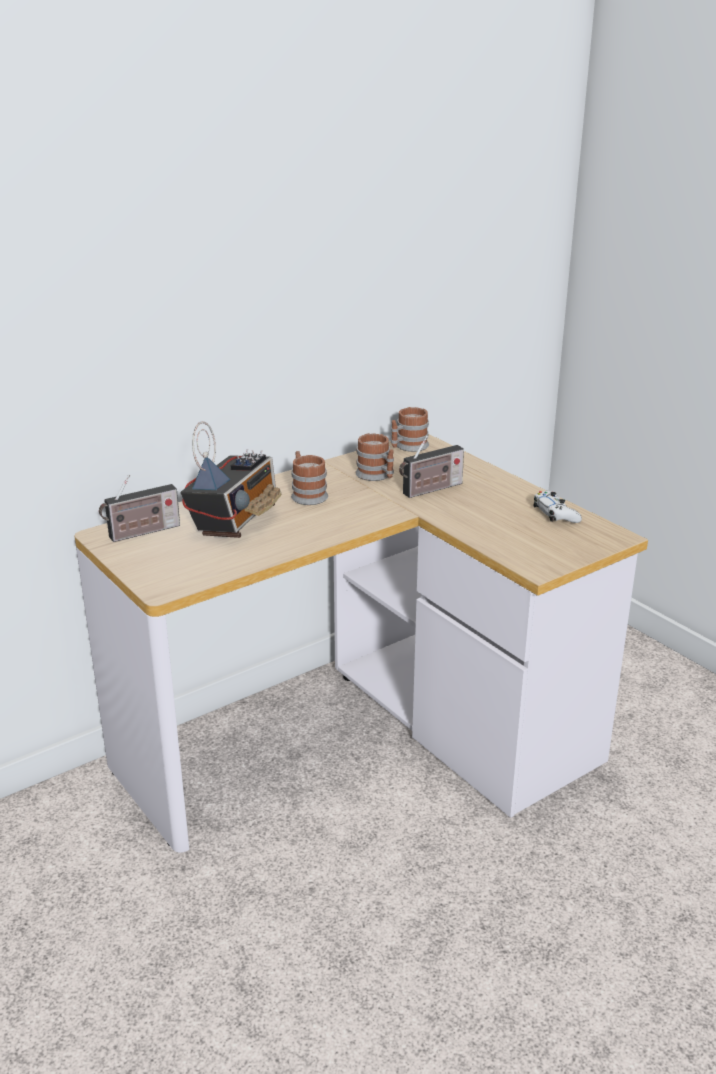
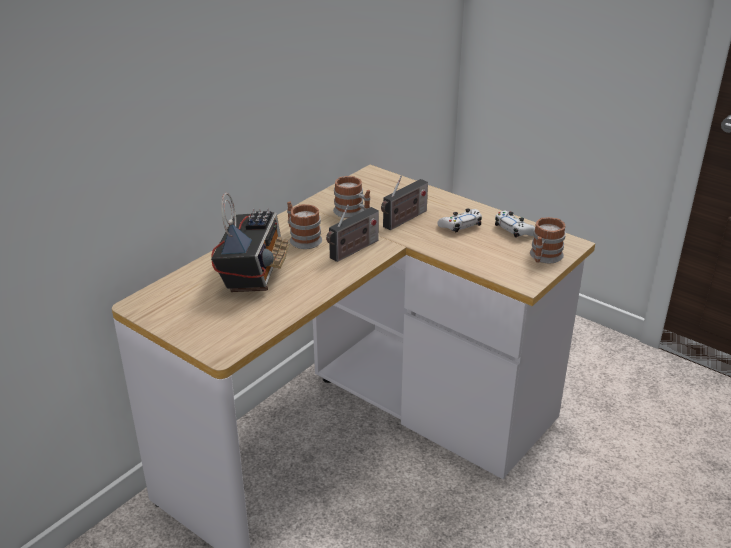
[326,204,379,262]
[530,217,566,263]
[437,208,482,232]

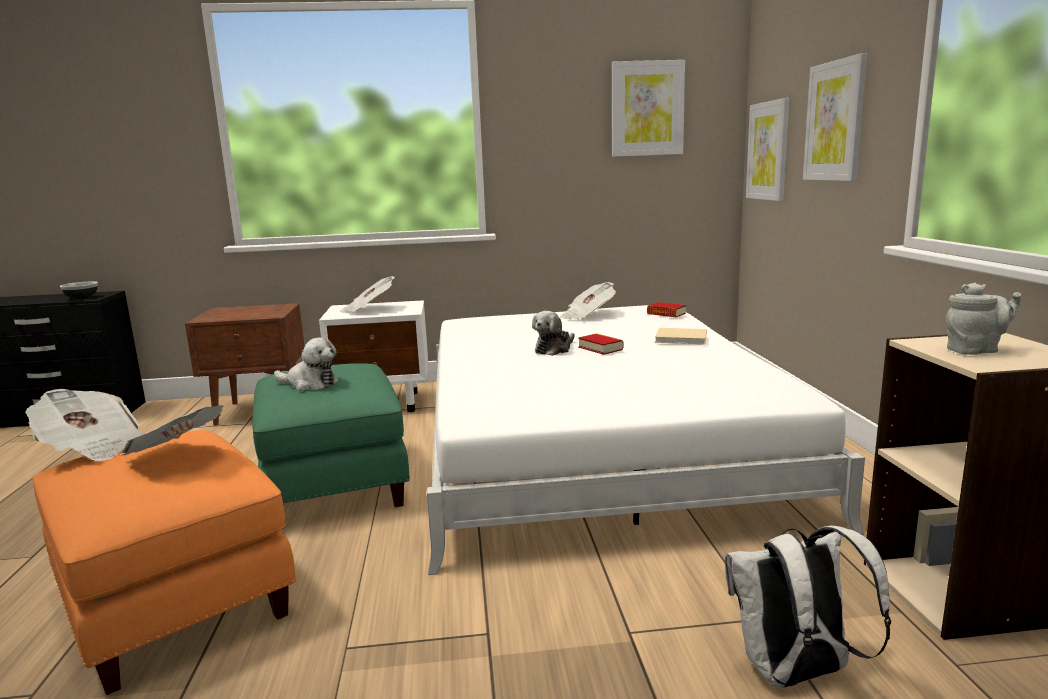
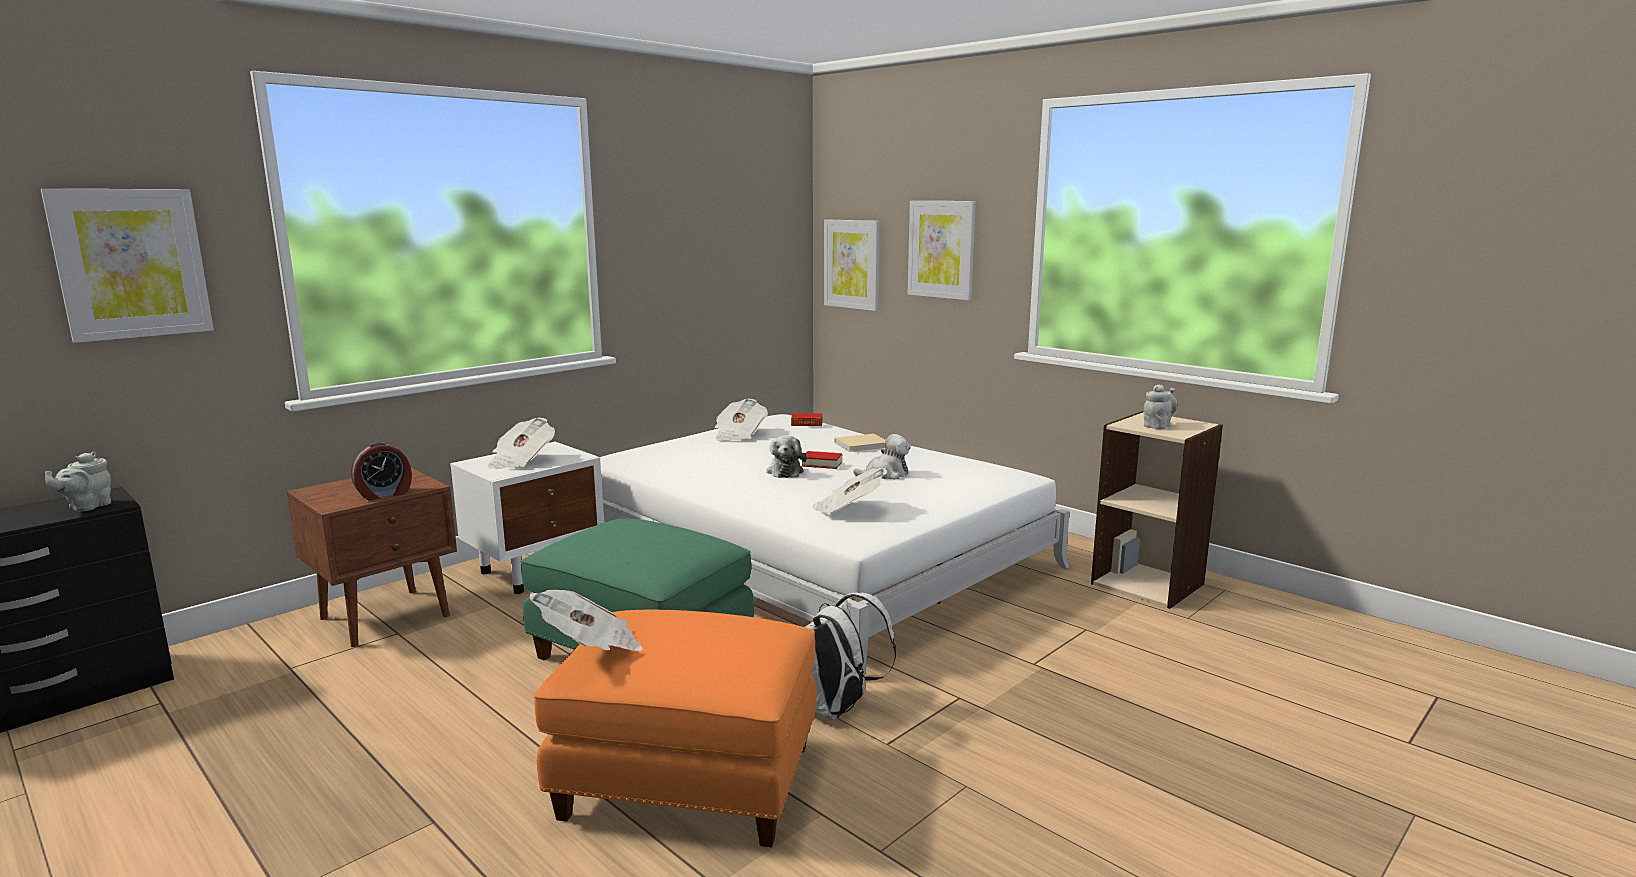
[45,451,111,512]
[812,468,887,515]
[853,434,911,480]
[41,189,214,343]
[805,593,896,720]
[351,442,412,501]

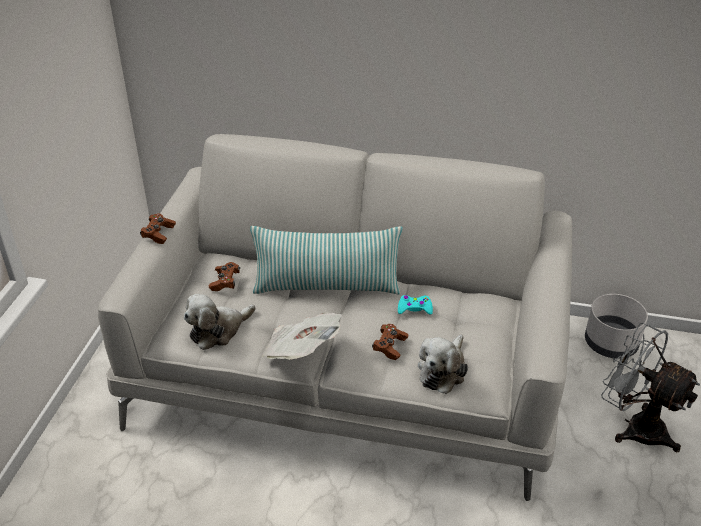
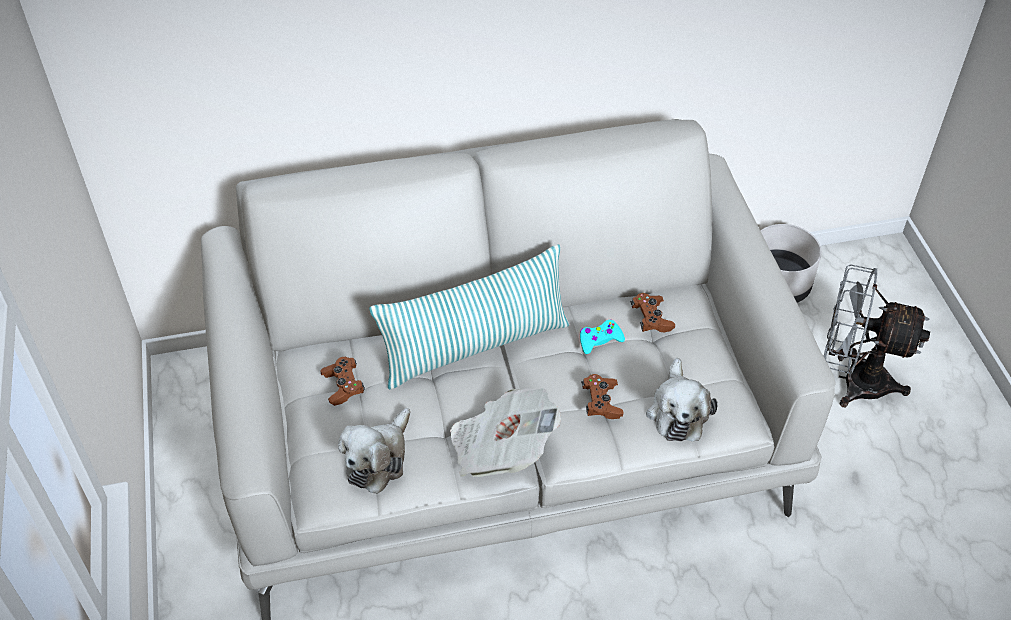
[631,293,675,333]

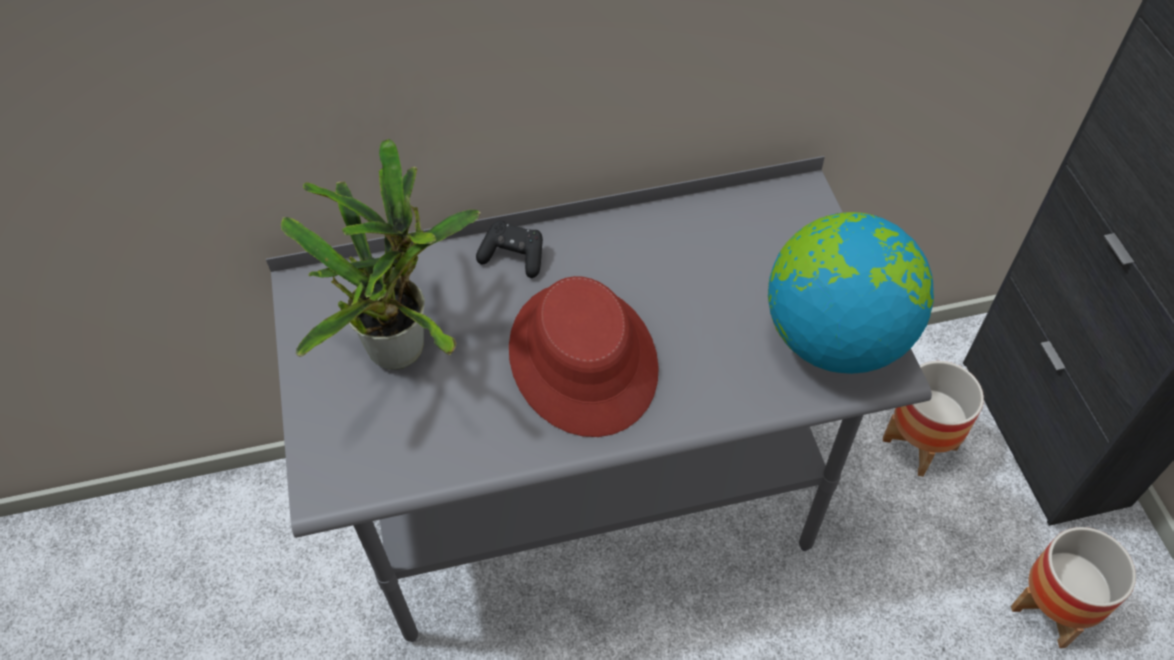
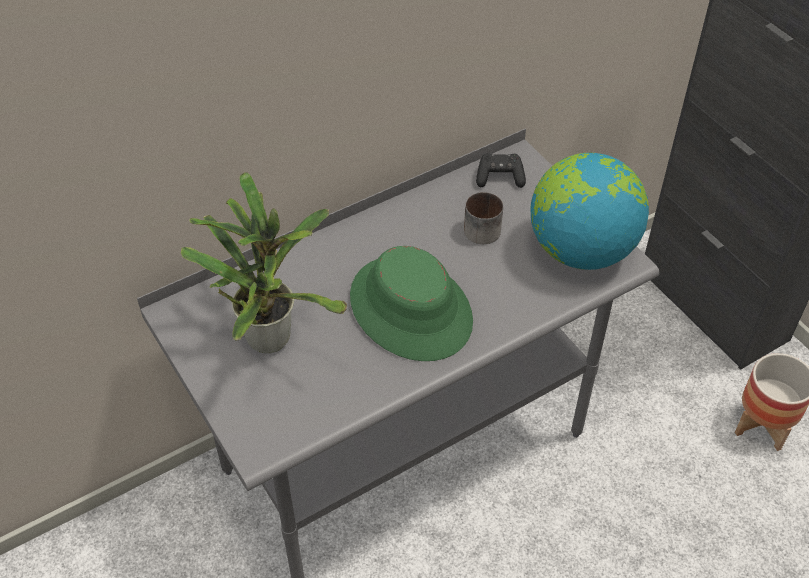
[476,153,526,188]
[350,246,473,361]
[883,361,984,476] (first image)
[464,192,503,244]

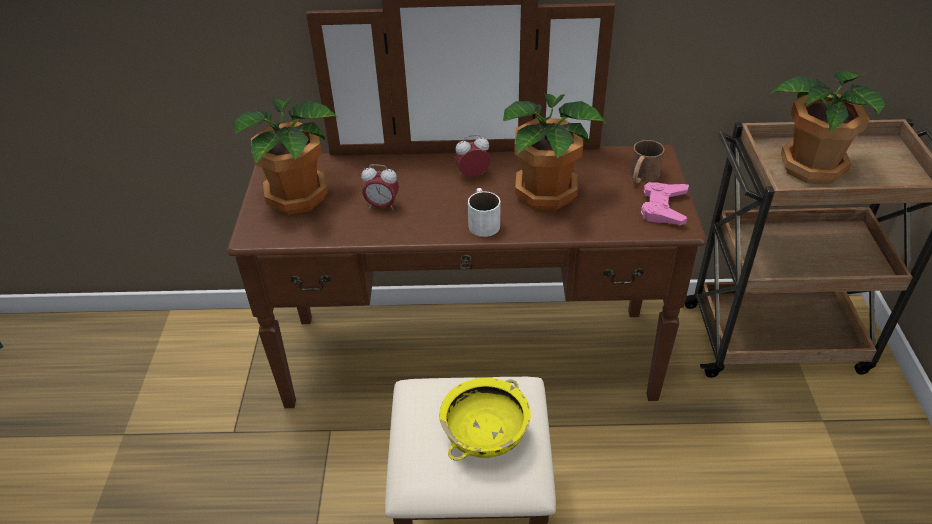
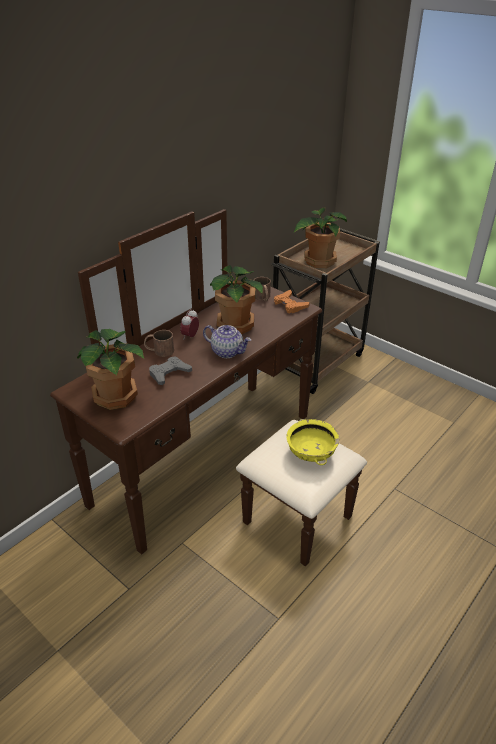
[149,356,192,385]
[203,325,251,358]
[274,290,310,314]
[144,330,174,357]

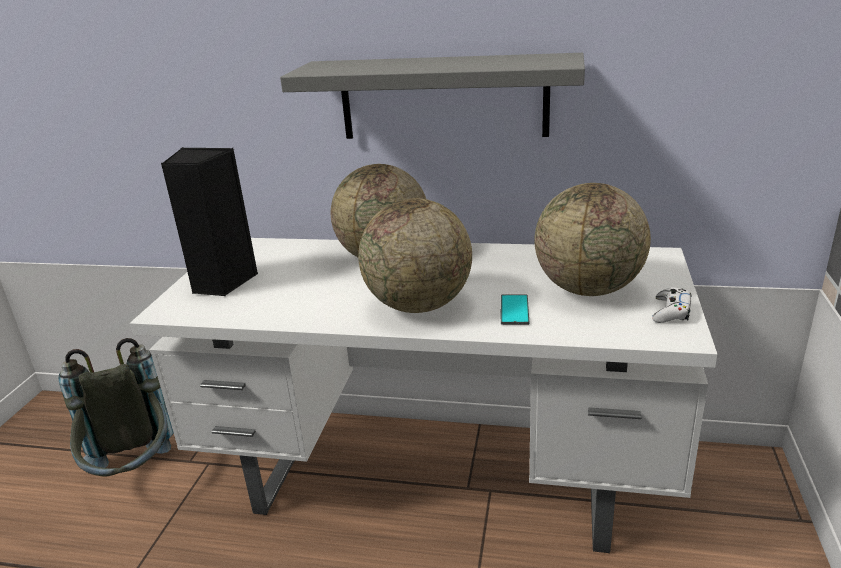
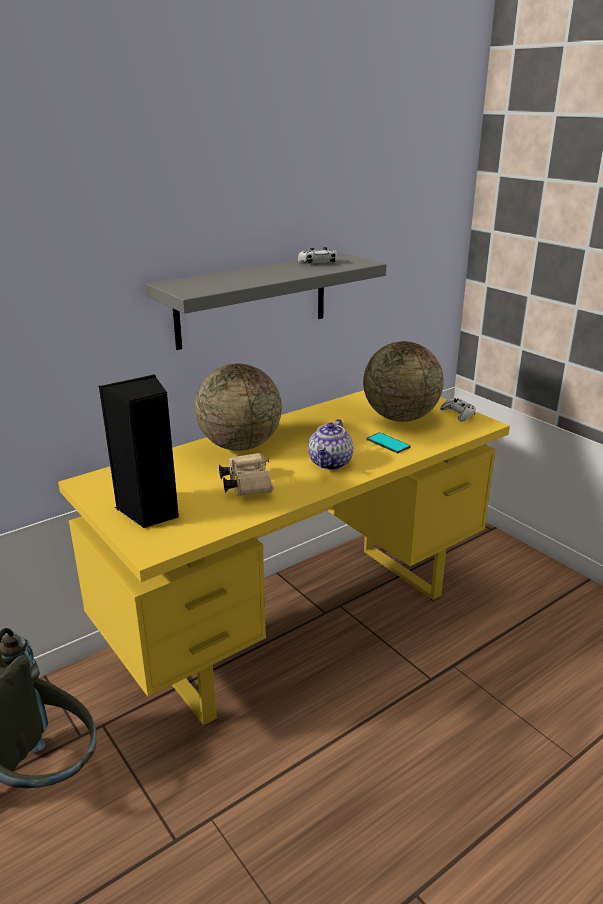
[58,390,510,726]
[308,419,353,470]
[219,453,274,496]
[298,247,337,264]

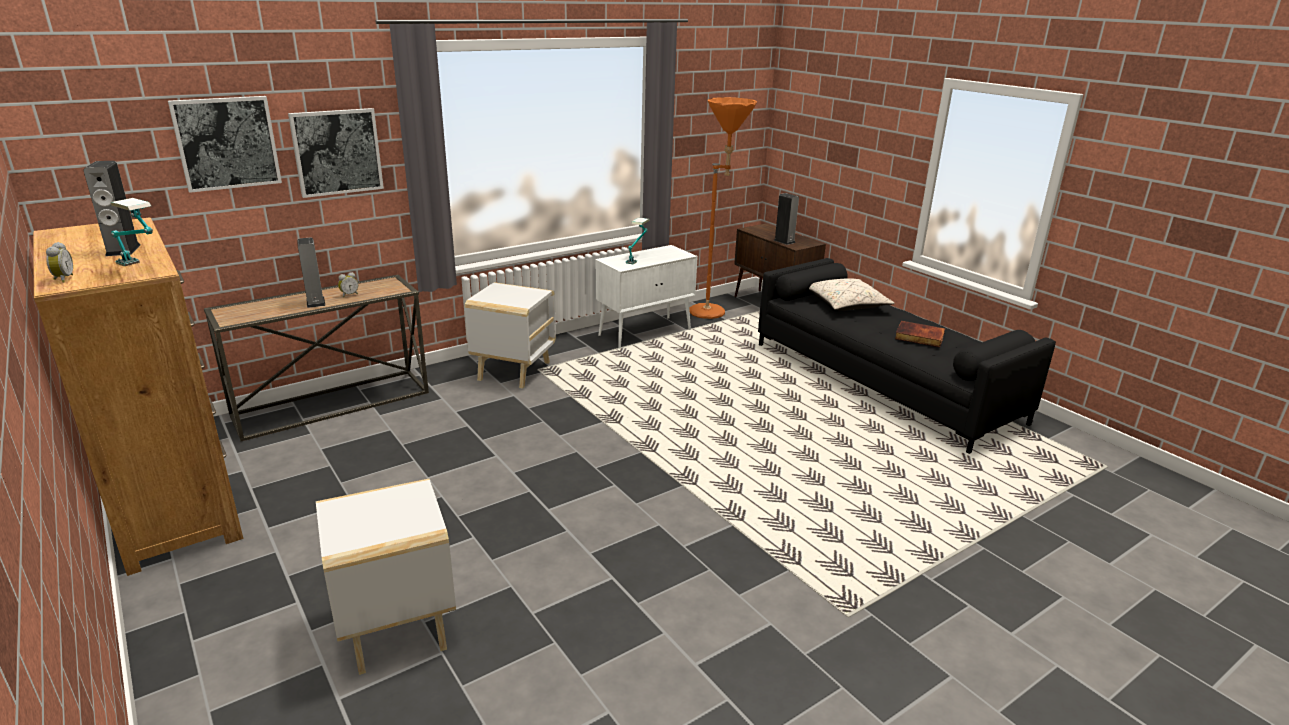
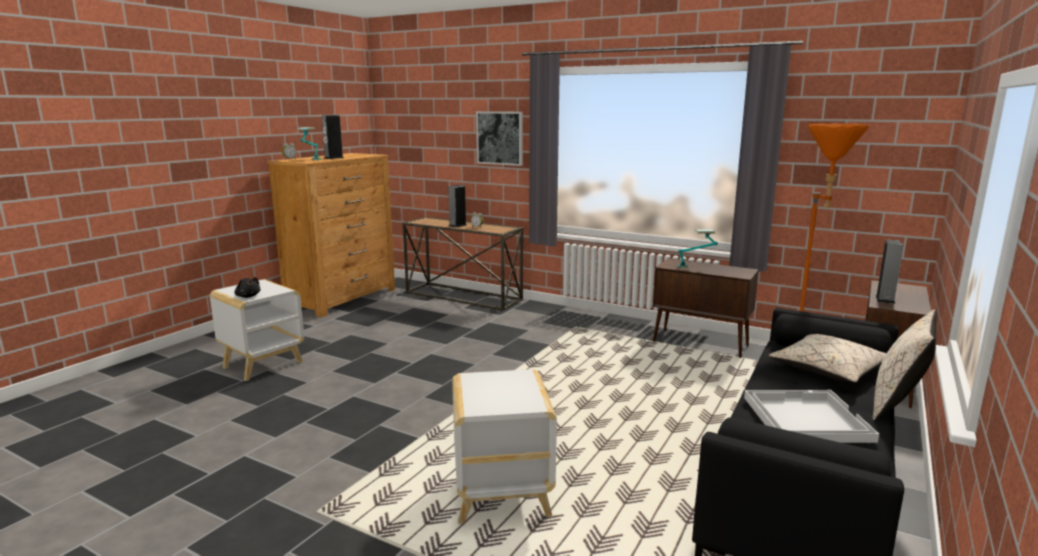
[168,96,282,193] (first image)
[452,369,557,524]
[653,259,759,358]
[744,390,879,443]
[235,277,260,298]
[873,310,937,421]

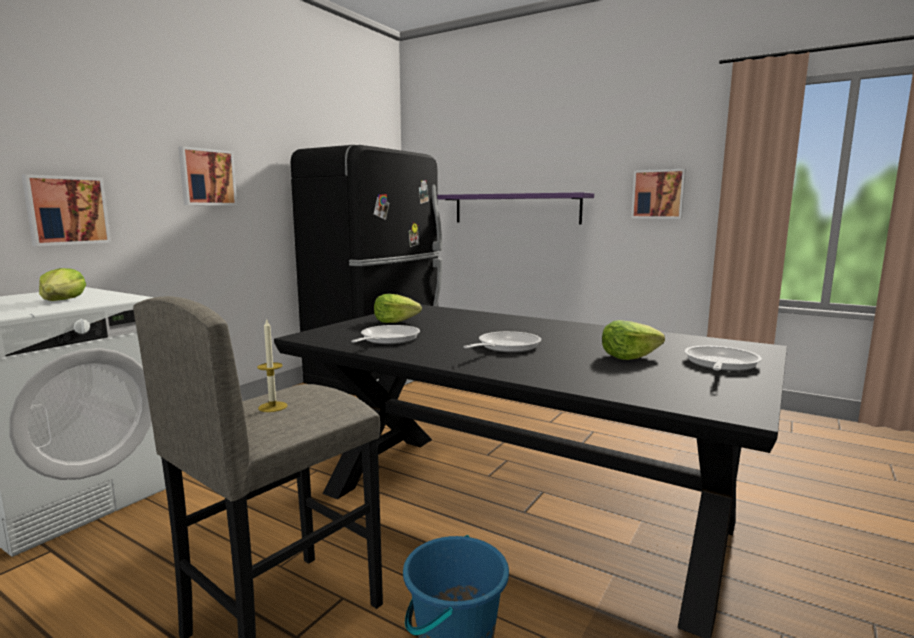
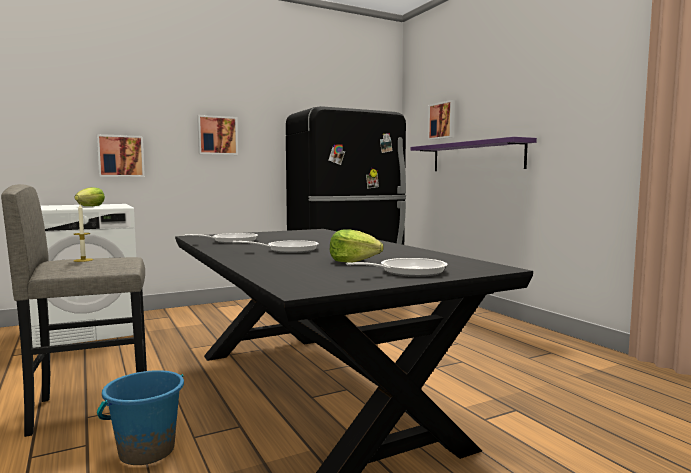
[374,294,422,323] (first image)
[428,100,455,140]

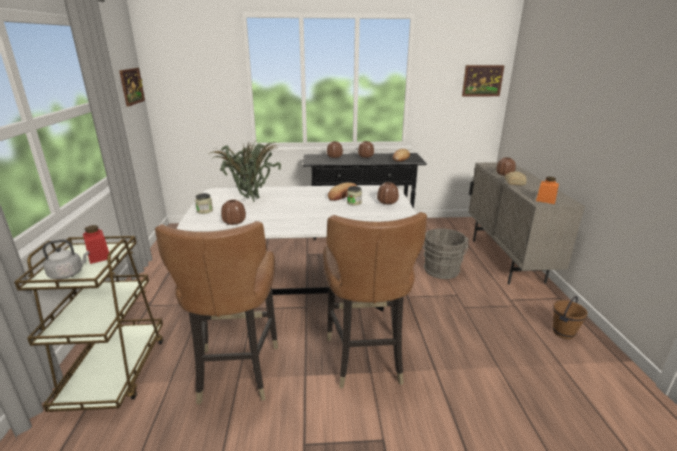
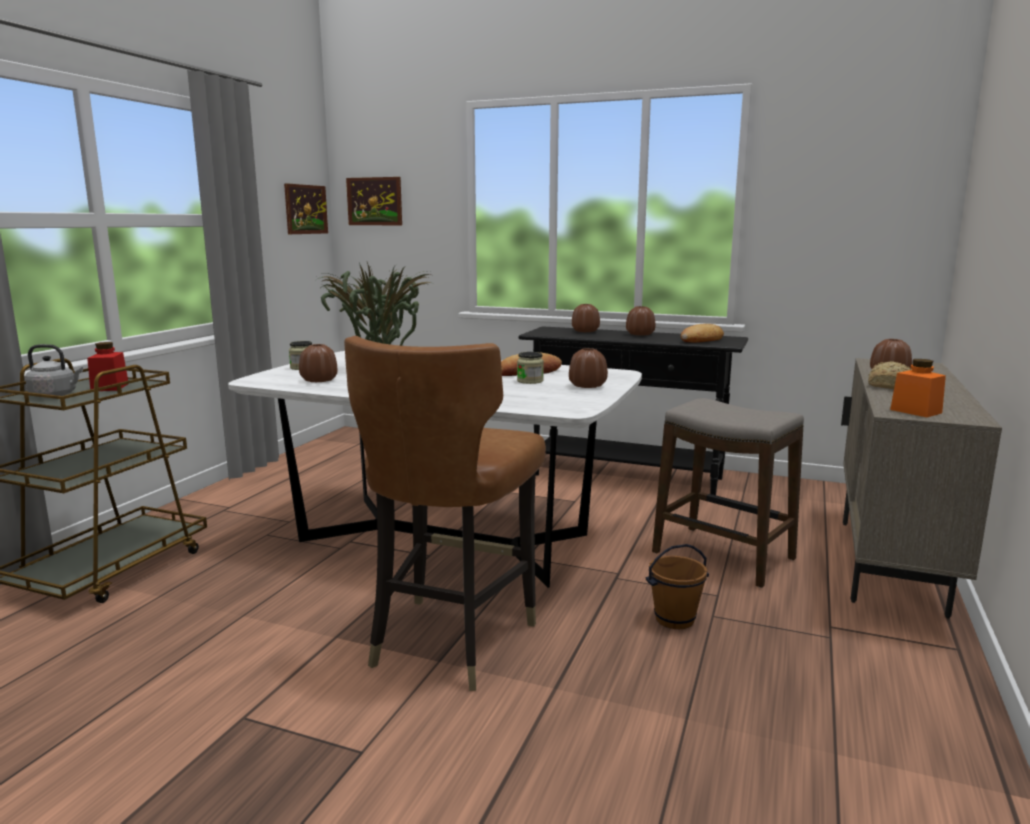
[155,221,278,405] (first image)
[652,398,804,588]
[346,177,402,225]
[646,544,709,629]

